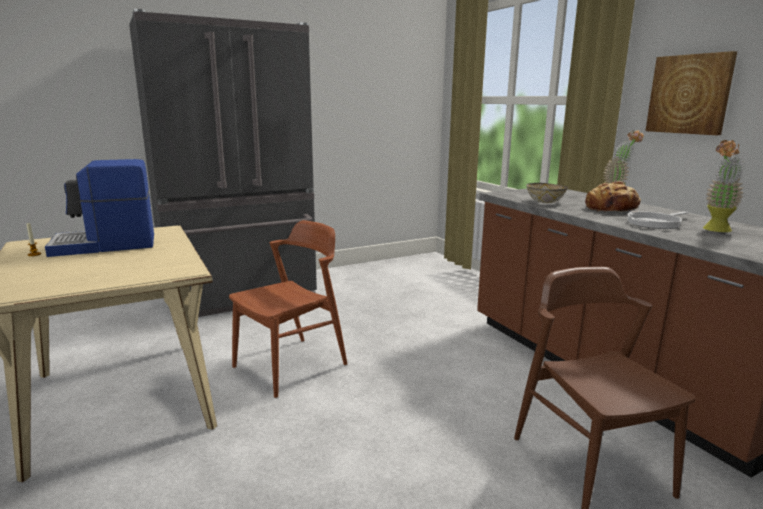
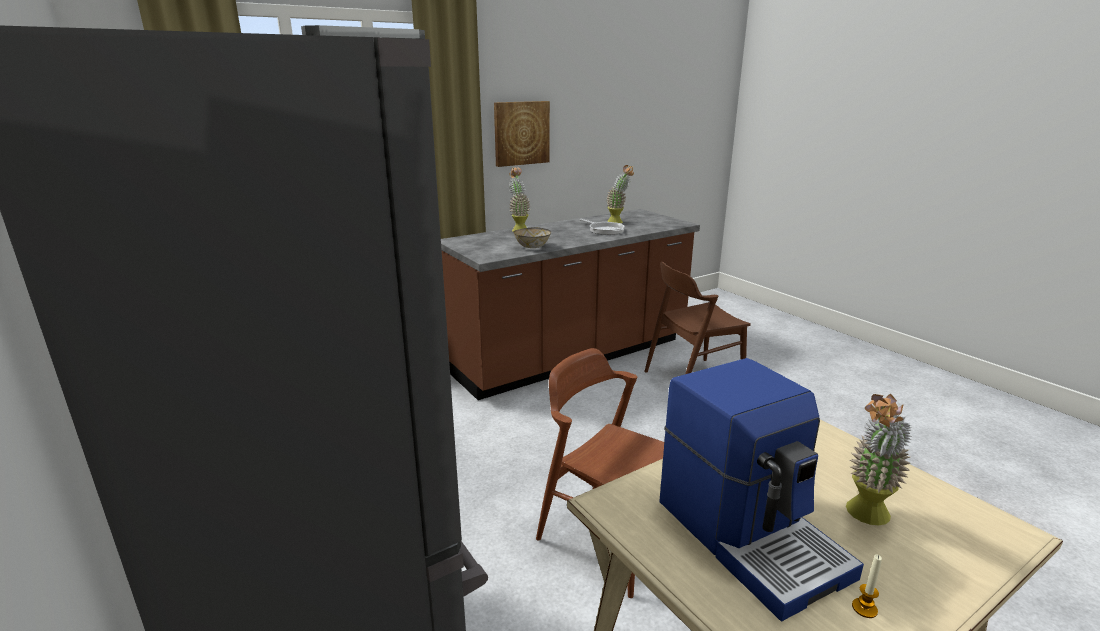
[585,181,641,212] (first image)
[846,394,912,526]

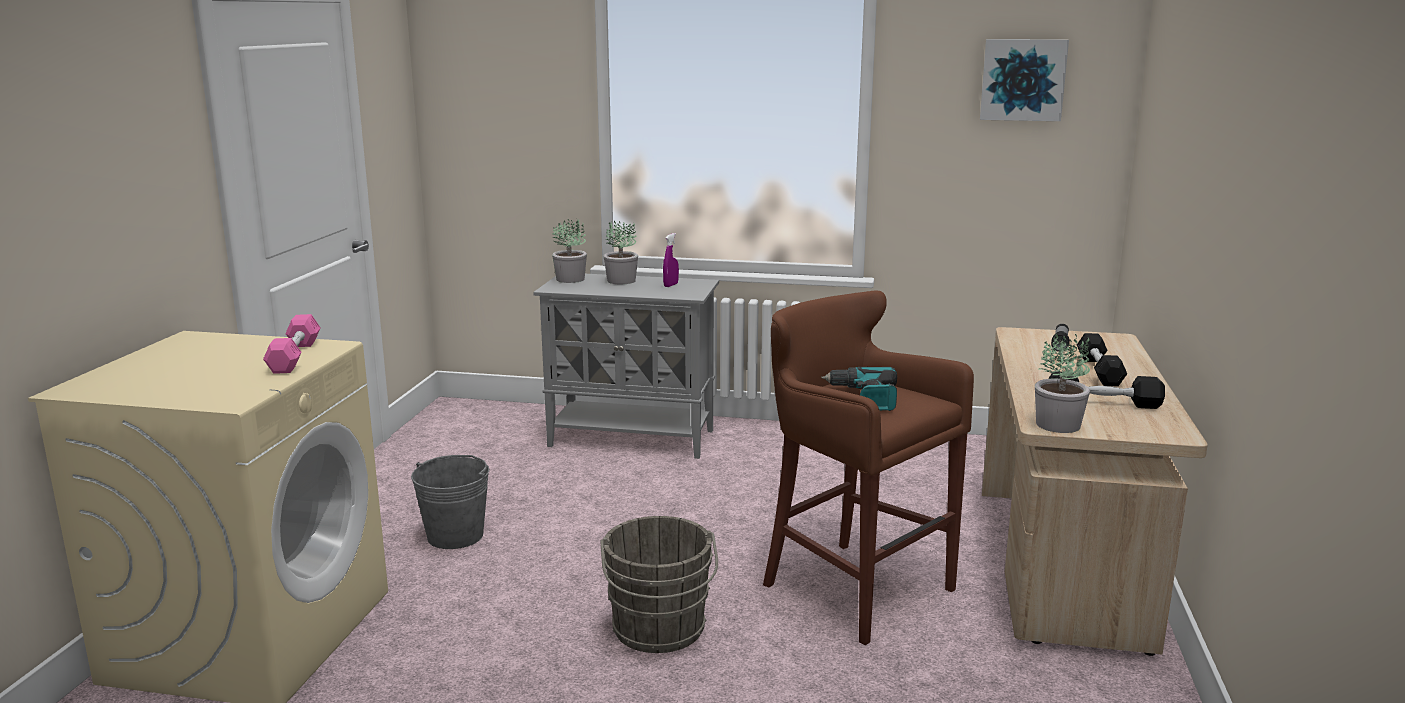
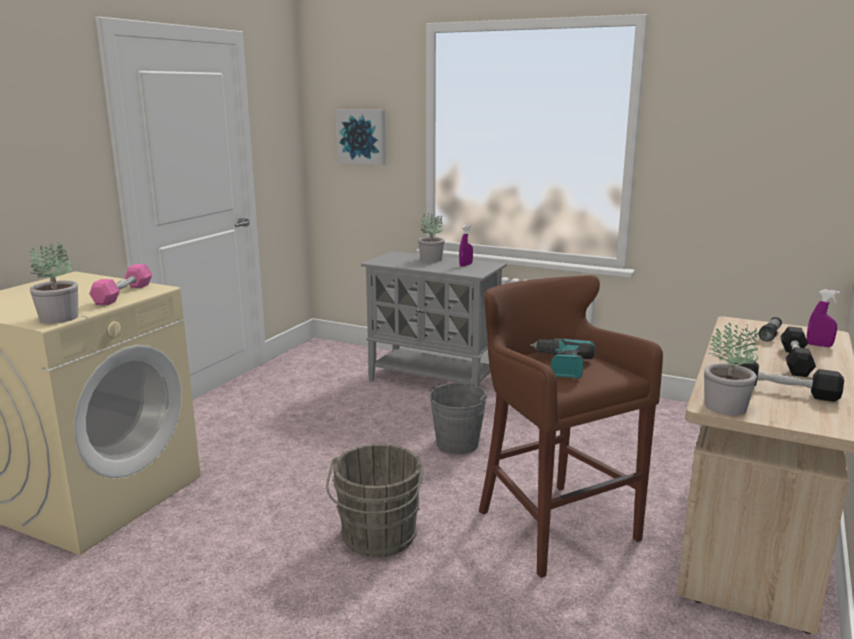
[429,383,487,454]
[30,242,78,323]
[336,109,386,165]
[807,289,840,347]

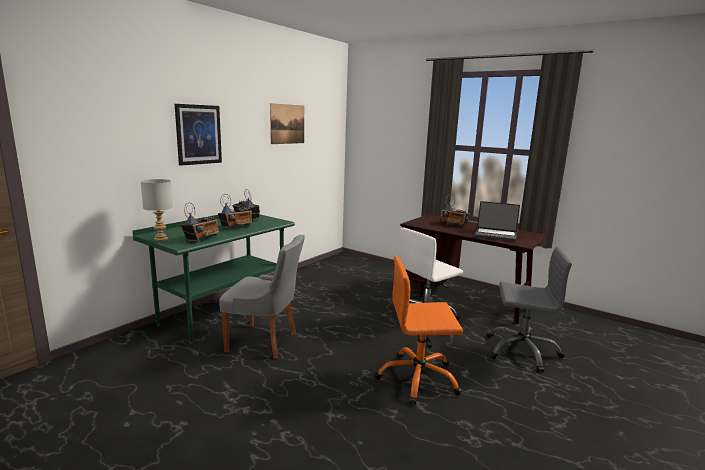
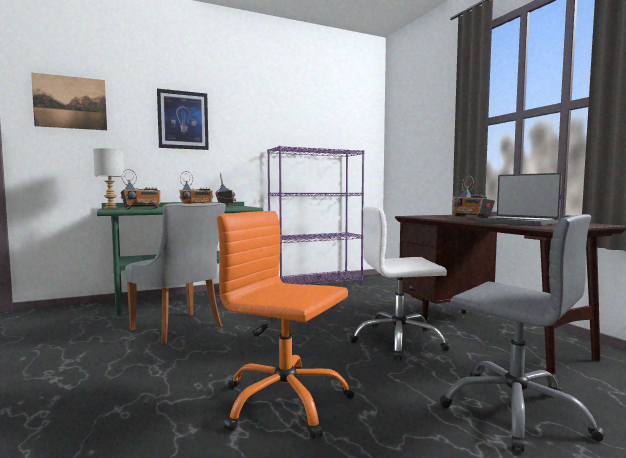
[31,73,107,130]
[267,146,364,285]

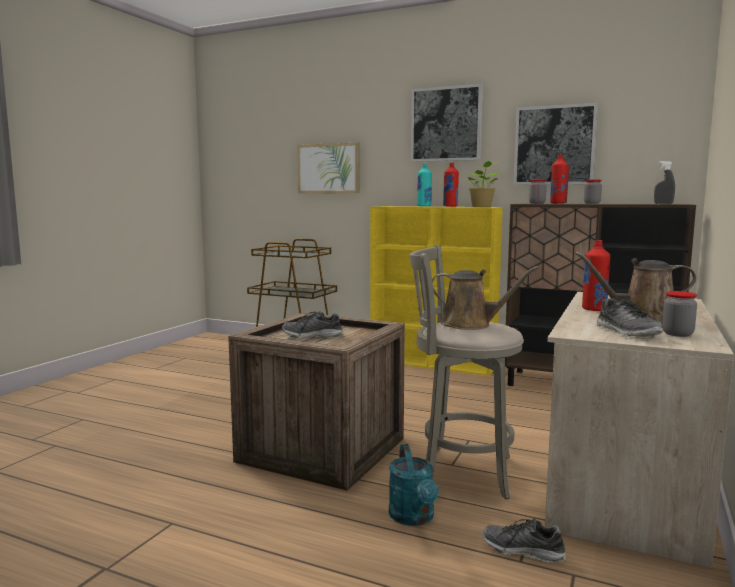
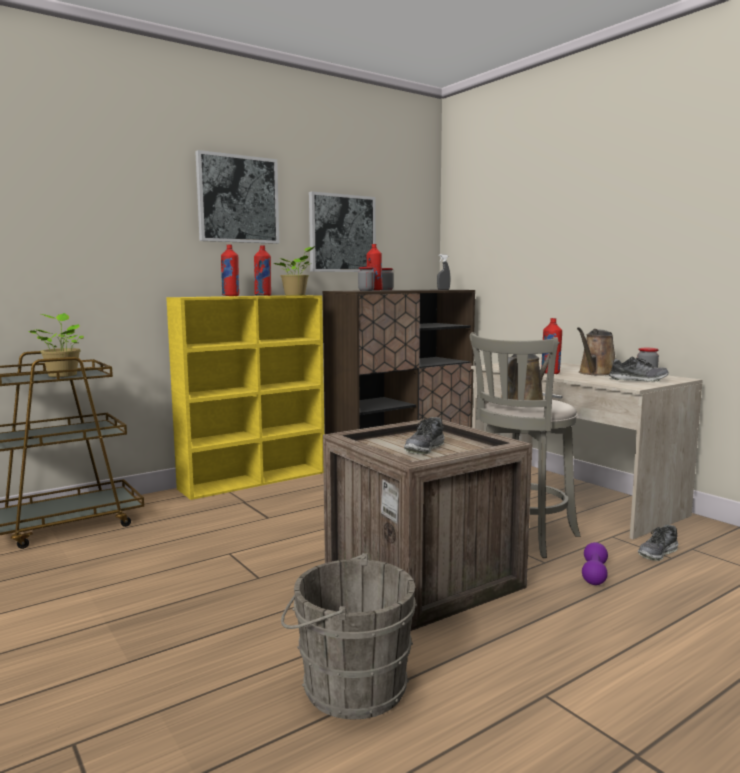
[297,142,360,194] (first image)
[582,542,608,585]
[221,245,239,296]
[28,313,84,377]
[281,553,417,720]

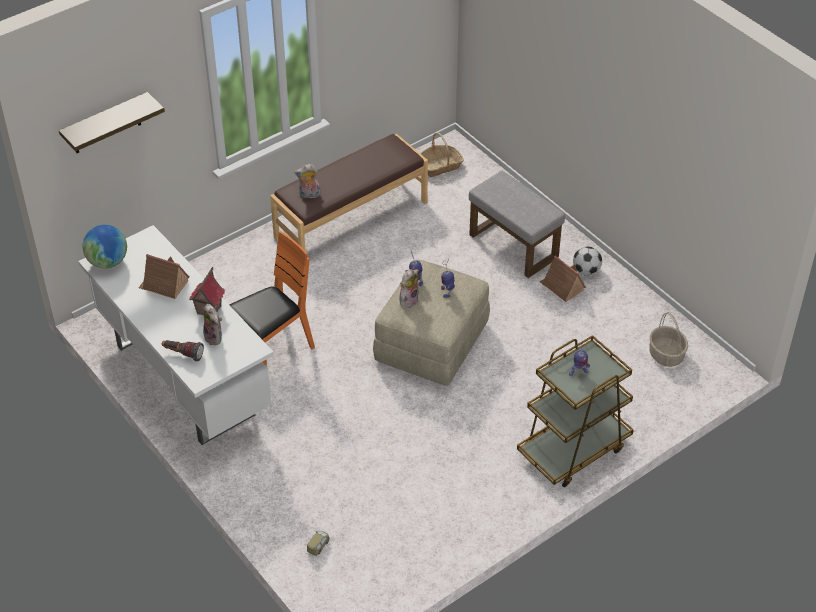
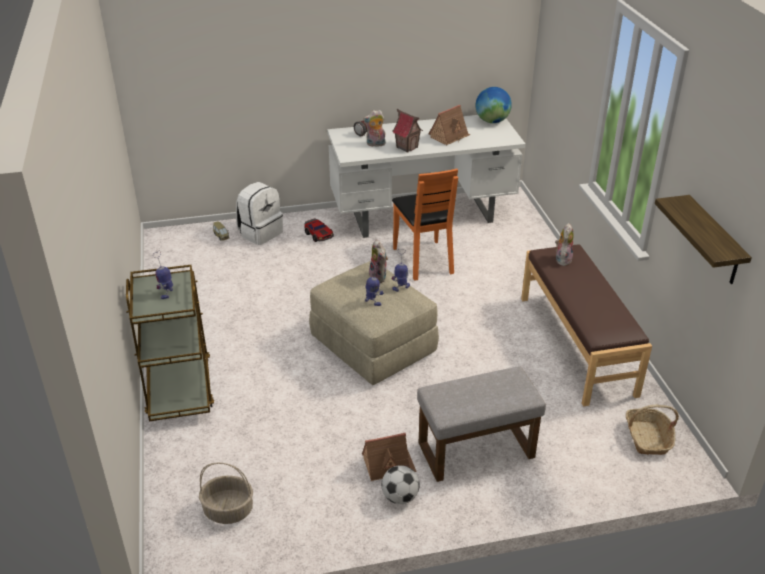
[655,195,752,284]
[236,182,283,245]
[304,218,334,242]

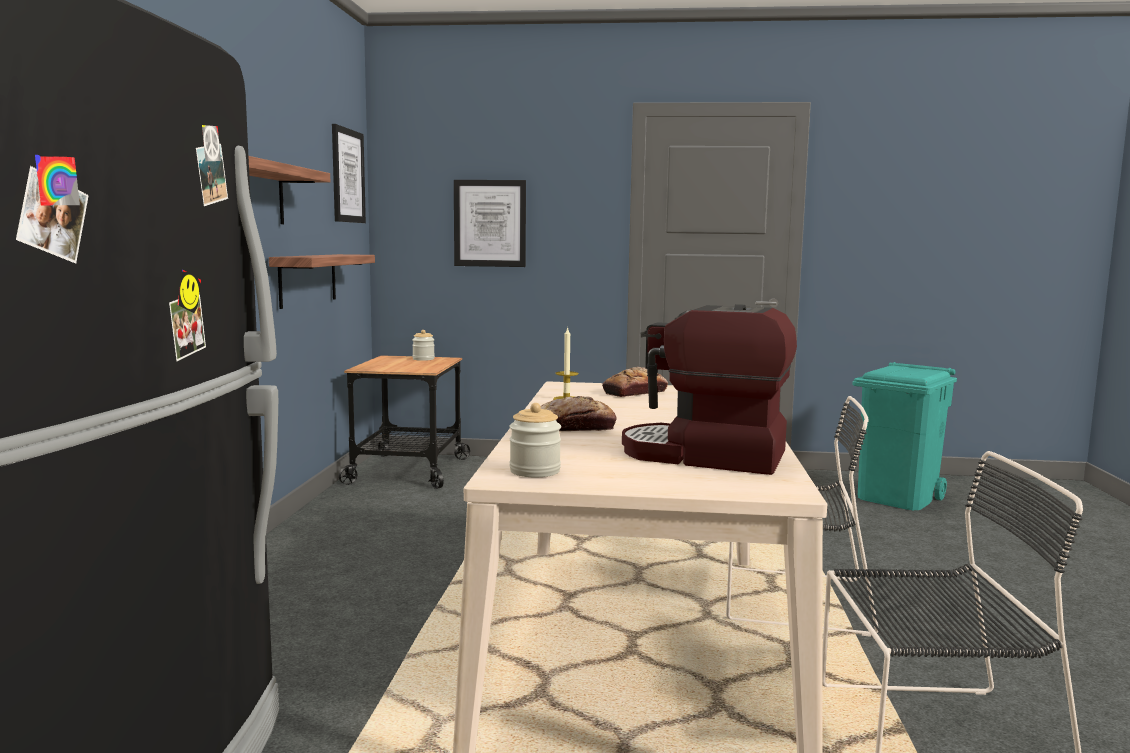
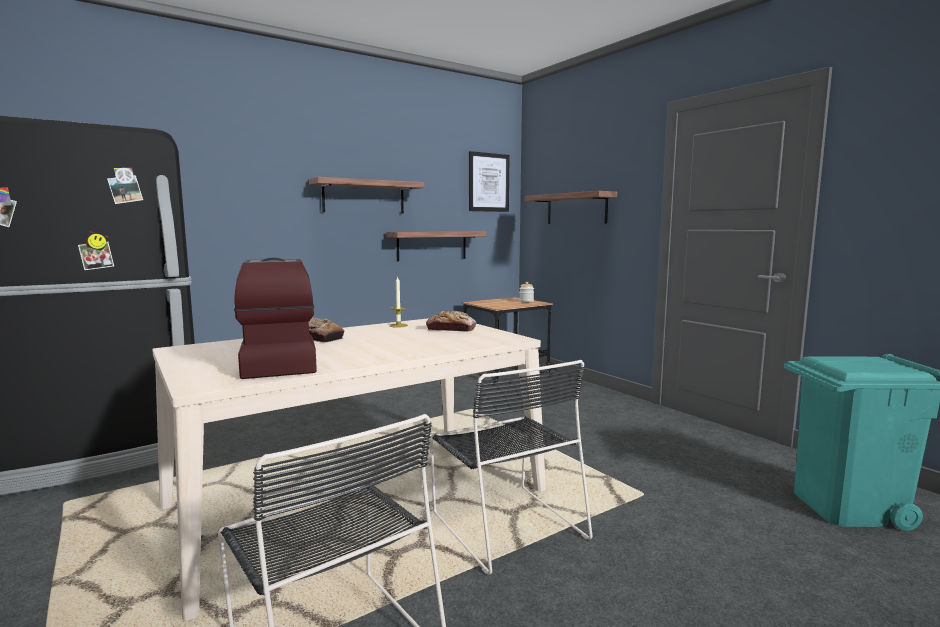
[525,191,617,224]
[509,403,561,477] (first image)

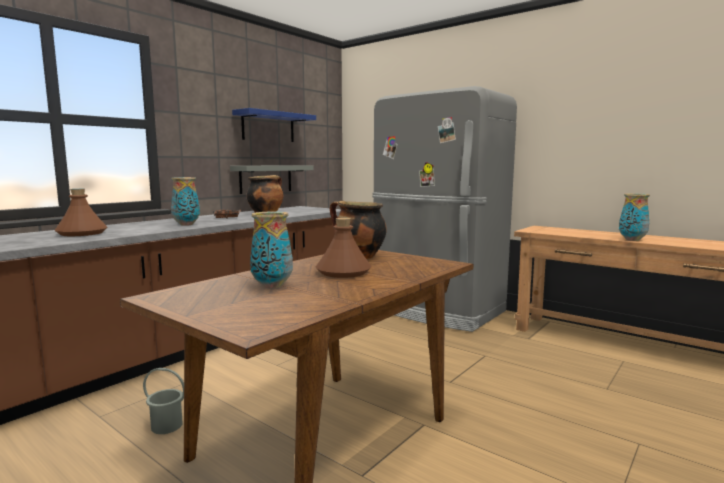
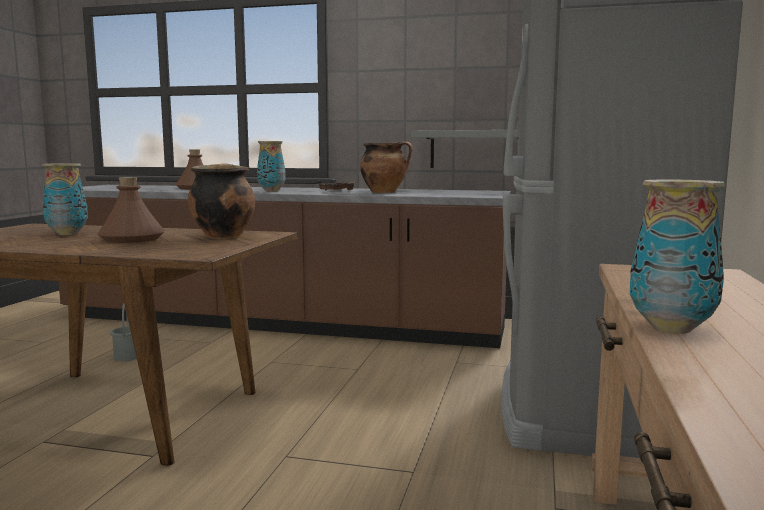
[232,108,316,142] (first image)

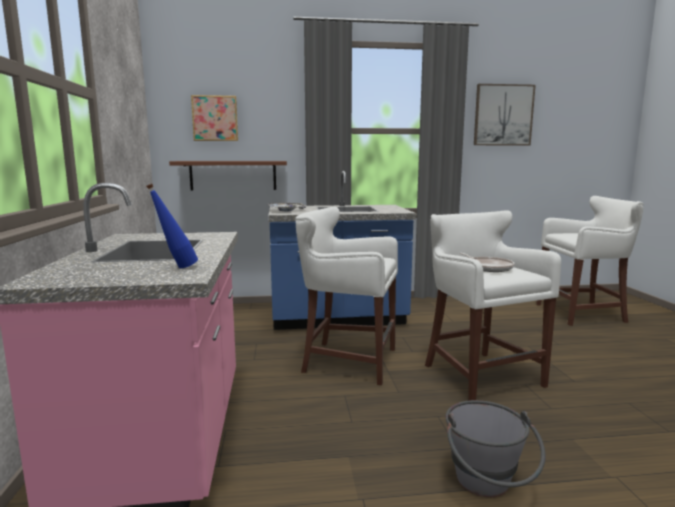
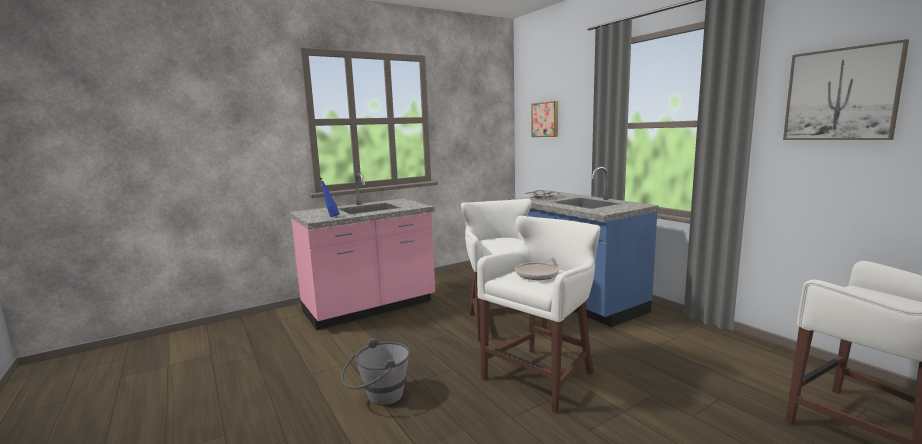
[169,161,287,191] (first image)

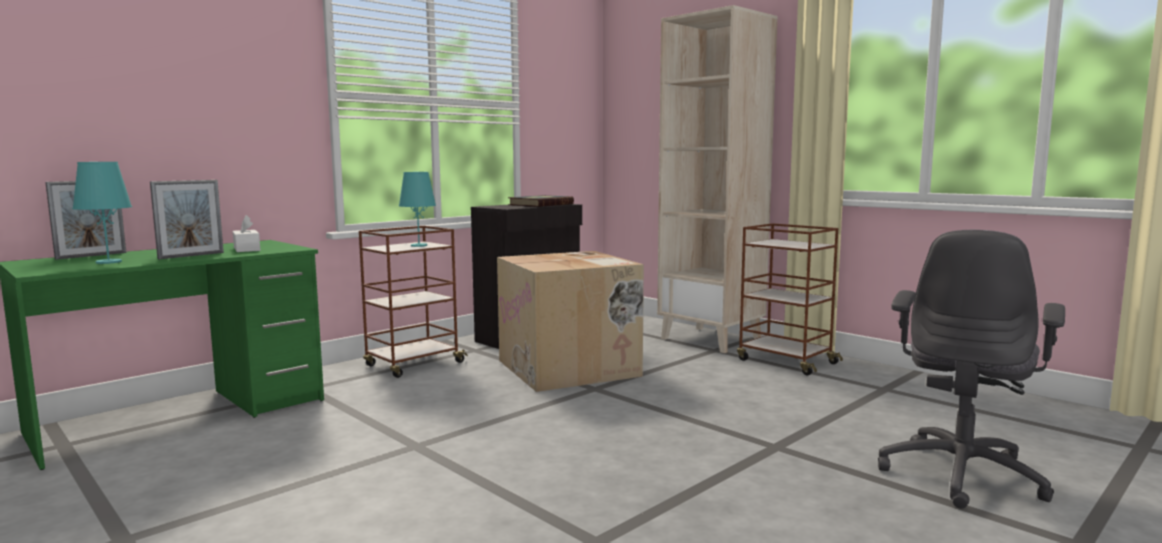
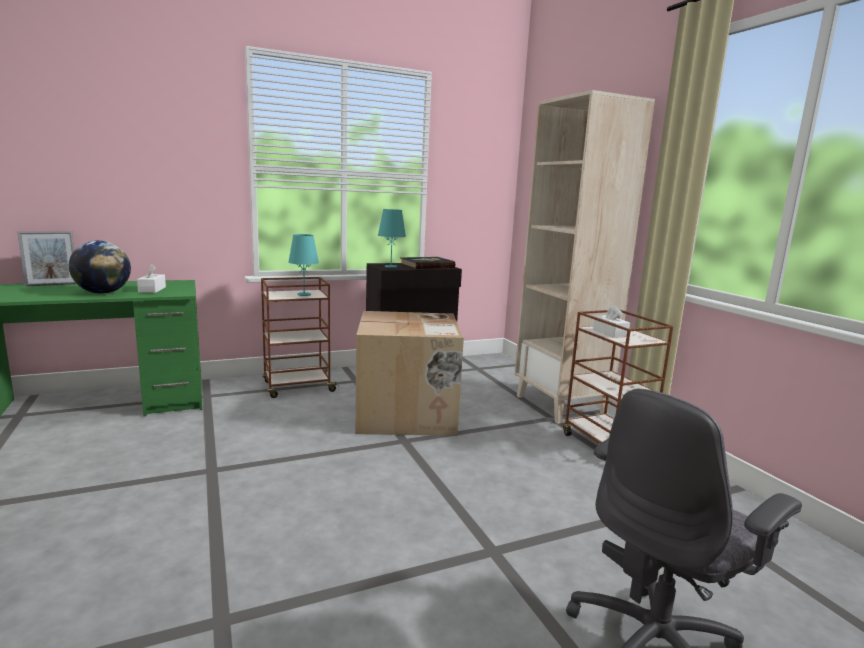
[378,209,406,268]
[69,241,131,294]
[593,305,630,338]

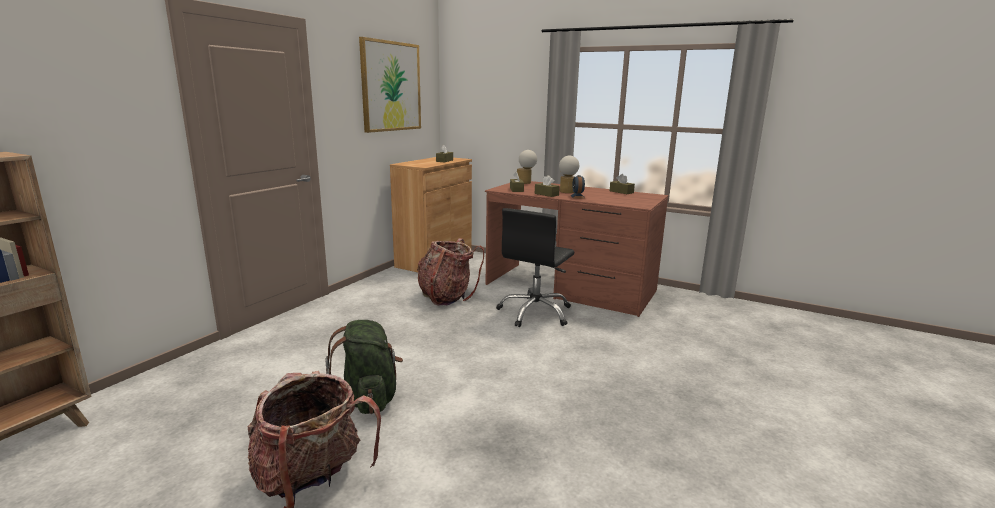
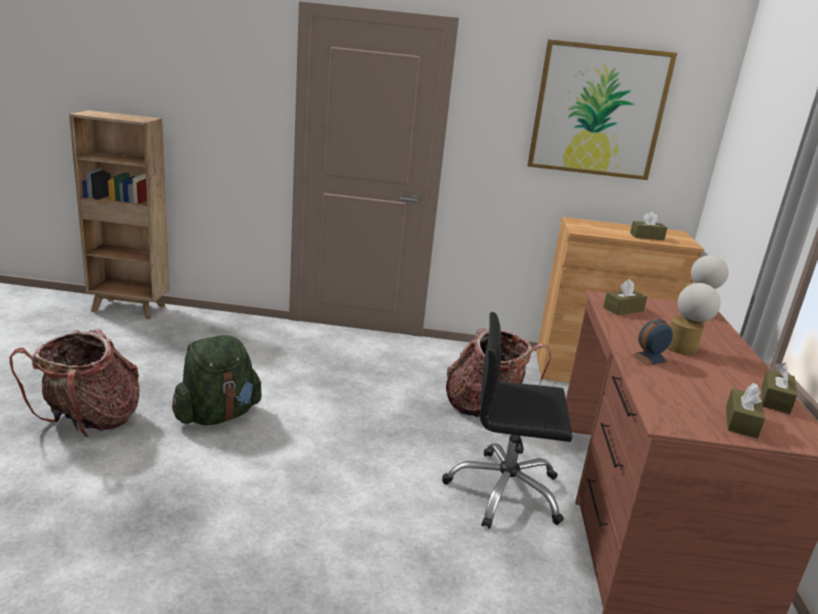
[726,383,765,438]

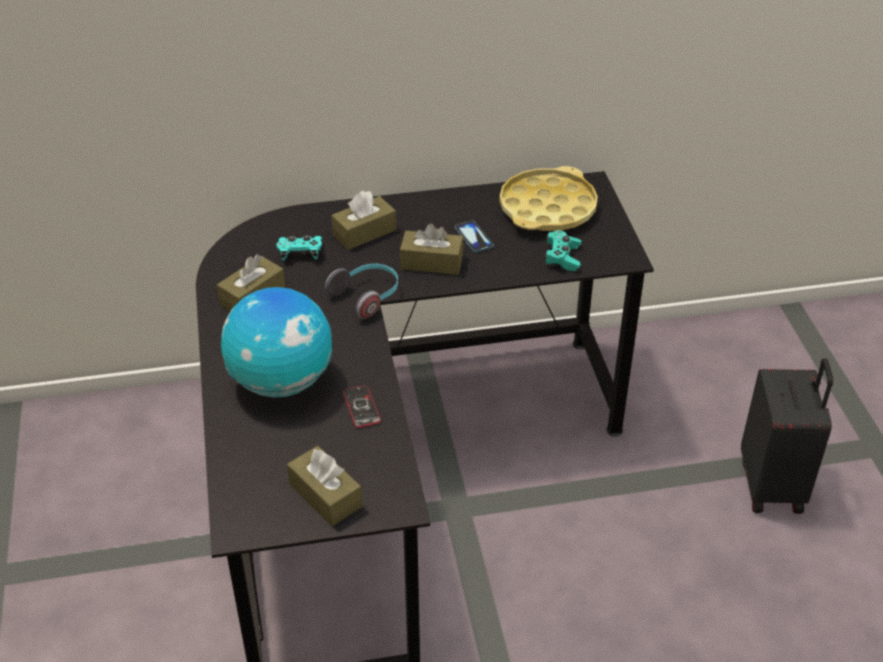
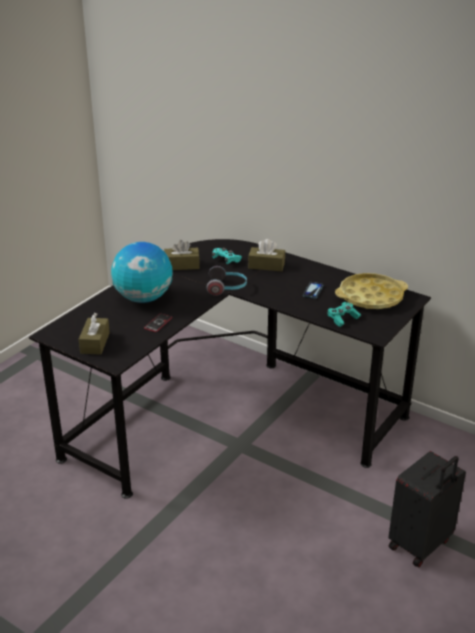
[400,223,464,275] (first image)

